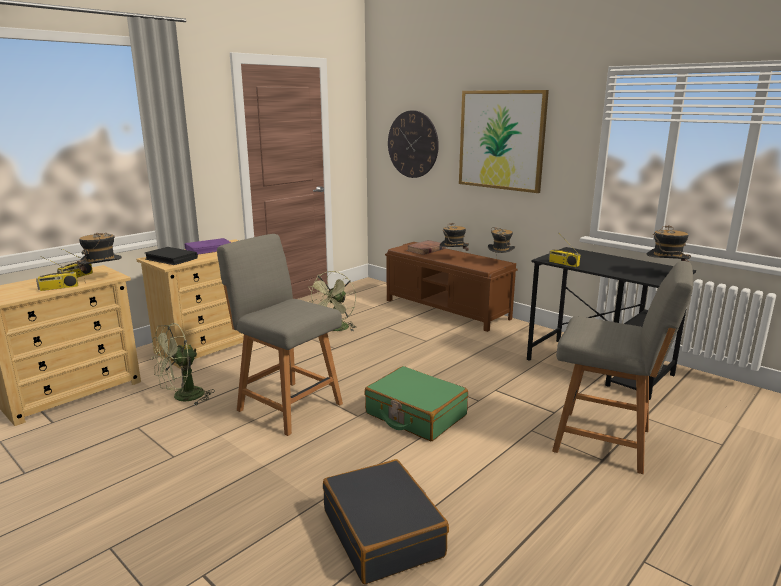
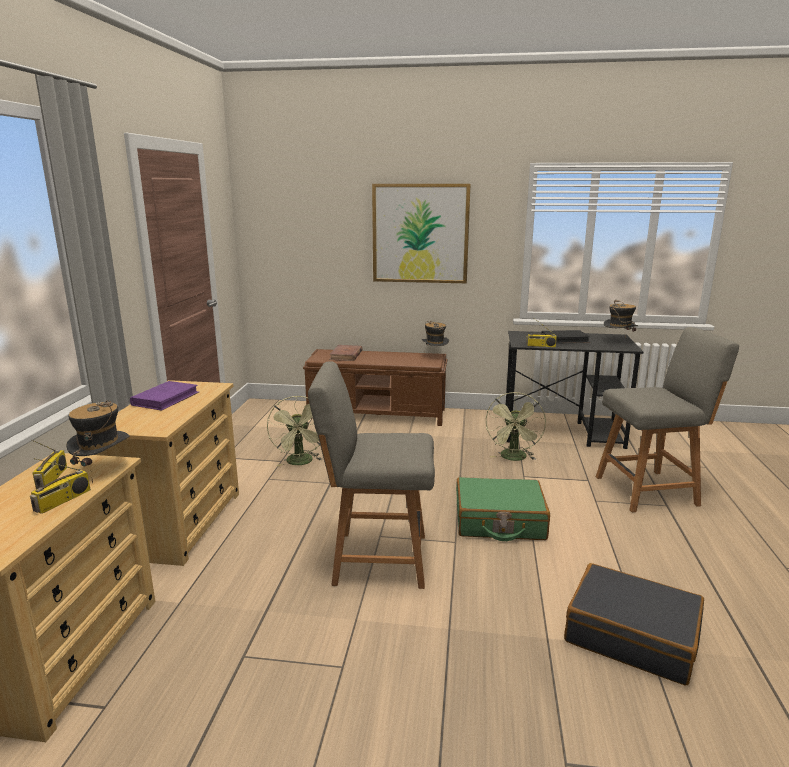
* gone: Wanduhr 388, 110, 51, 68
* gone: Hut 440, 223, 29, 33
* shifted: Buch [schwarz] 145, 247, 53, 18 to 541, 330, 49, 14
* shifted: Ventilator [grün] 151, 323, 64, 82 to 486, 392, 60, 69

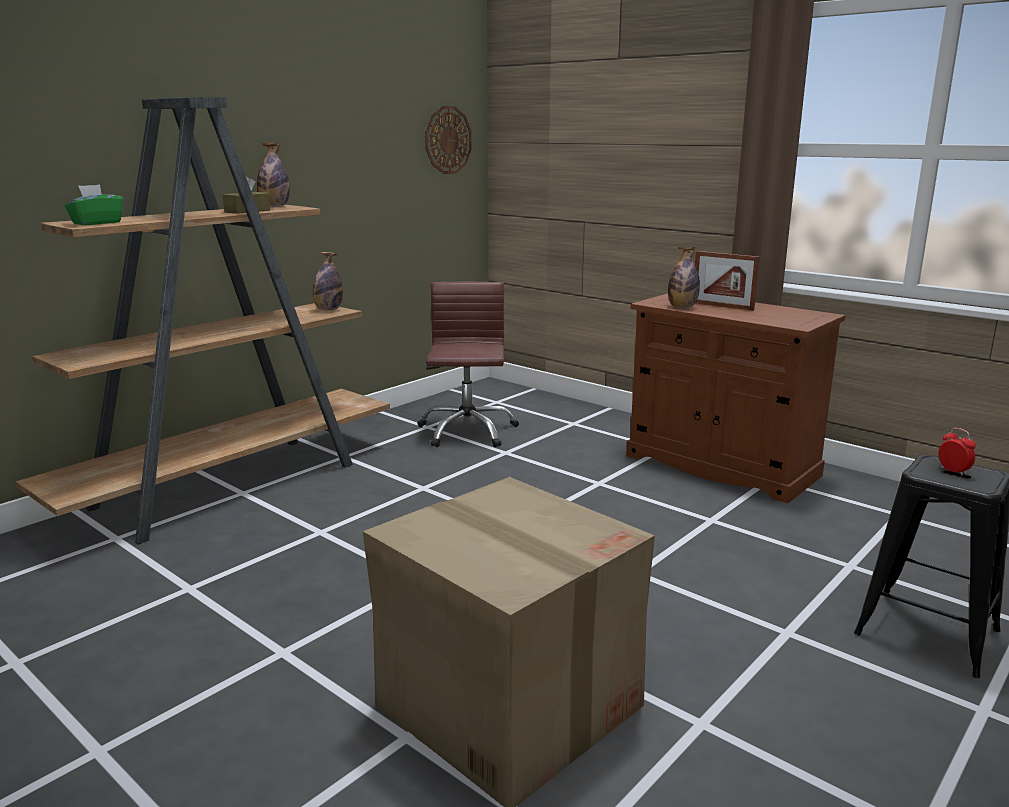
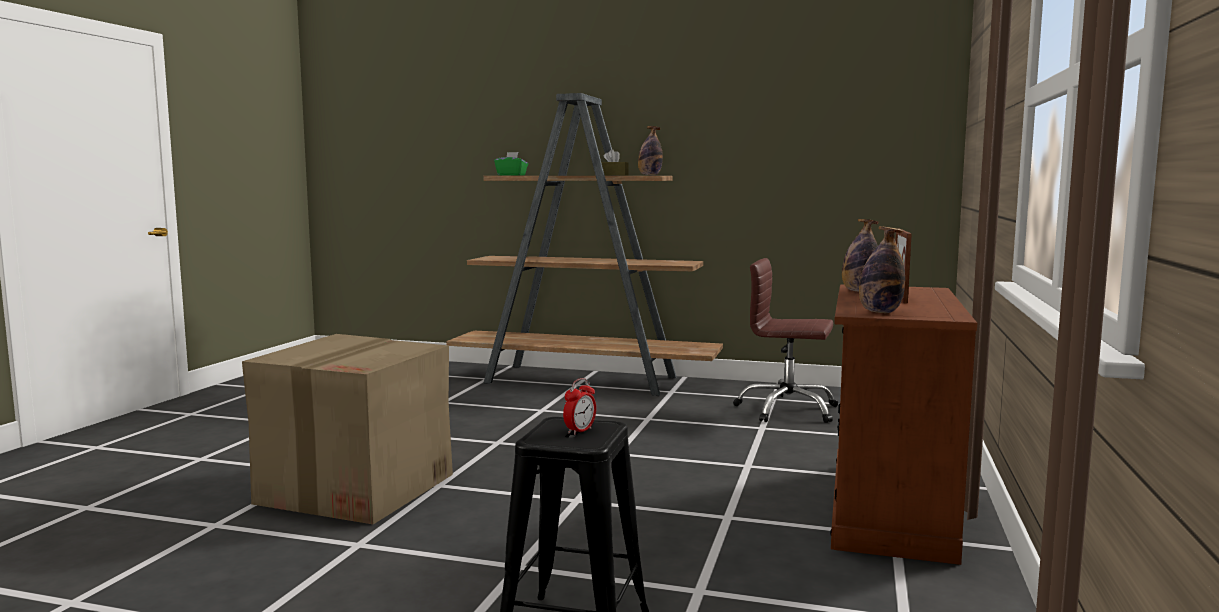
* gone: Wanduhr 425, 106, 47, 68
* shifted: Flasche 313, 252, 30, 58 to 859, 226, 46, 87
* rotated: Bürostuhl [braun] 417, 282, 102, 165 = 733, 258, 105, 165 135 degrees counterclockwise

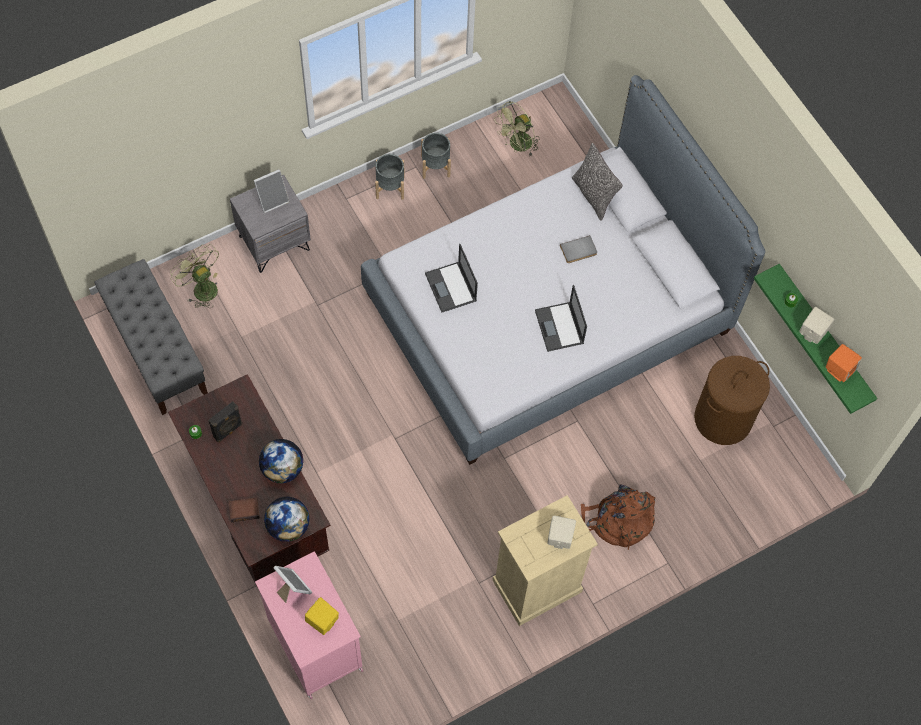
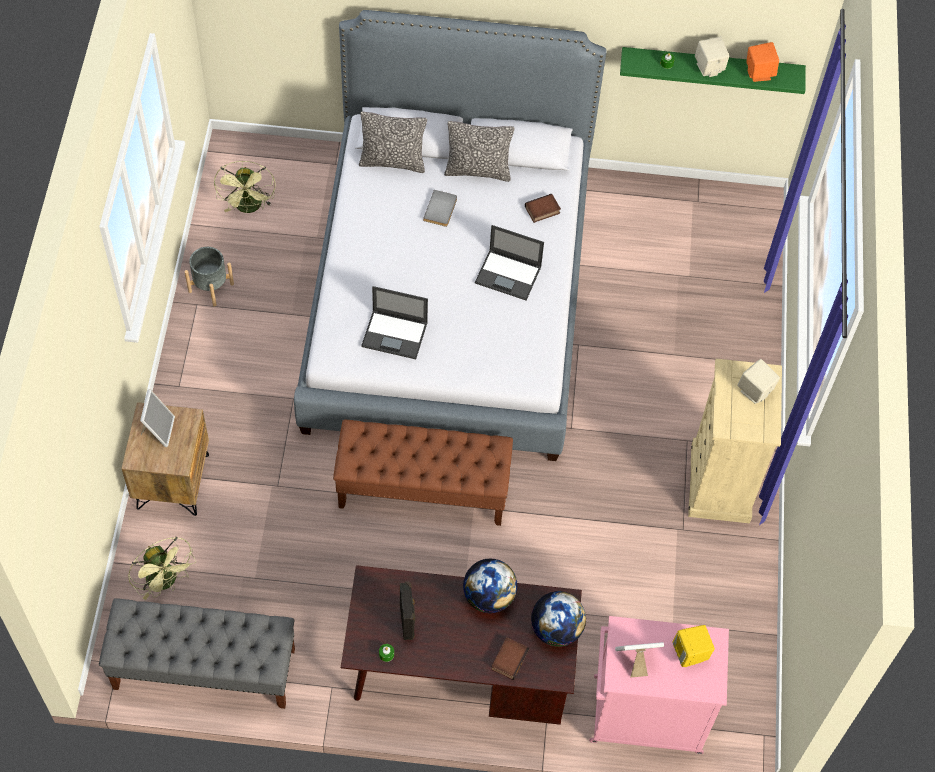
* gone: Pflanzkübel [grau] 375, 154, 30, 46
* repainted: Nachttisch [grau] 230, 175, 81, 98 to Nachttisch [braun] 121, 402, 88, 114
* rotated: Ventilator [grün] 171, 244, 48, 64 = 128, 537, 68, 63 120 degrees counterclockwise
* gone: Wäschekorb [braun] 694, 356, 76, 89
* gone: Rucksack [braun] 581, 485, 74, 65
* new: Kissen 444, 121, 71, 61
* new: Buch 525, 194, 36, 29
* new: Bank [braun] 333, 420, 180, 106

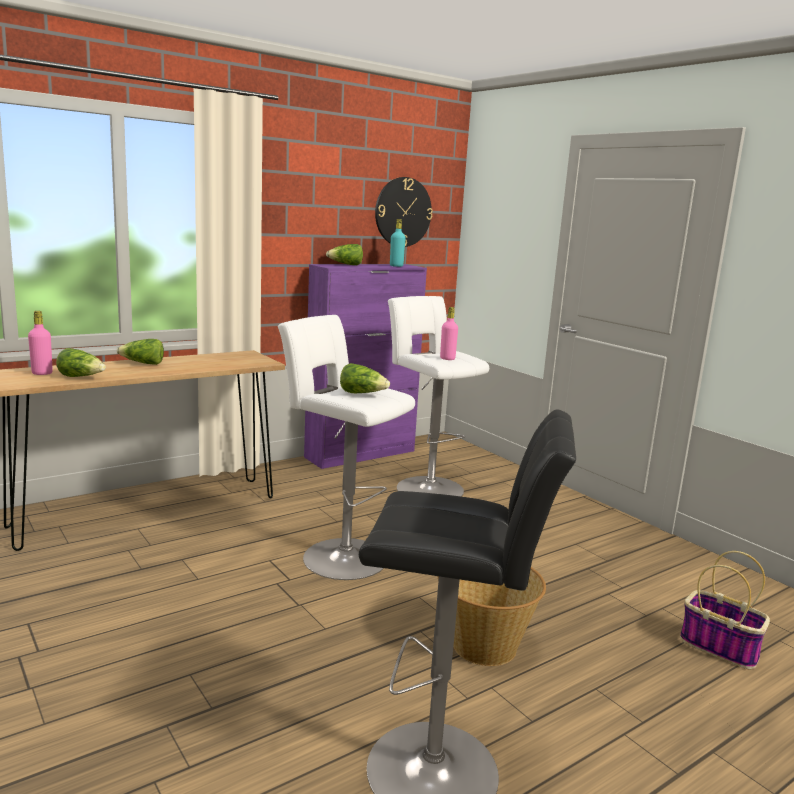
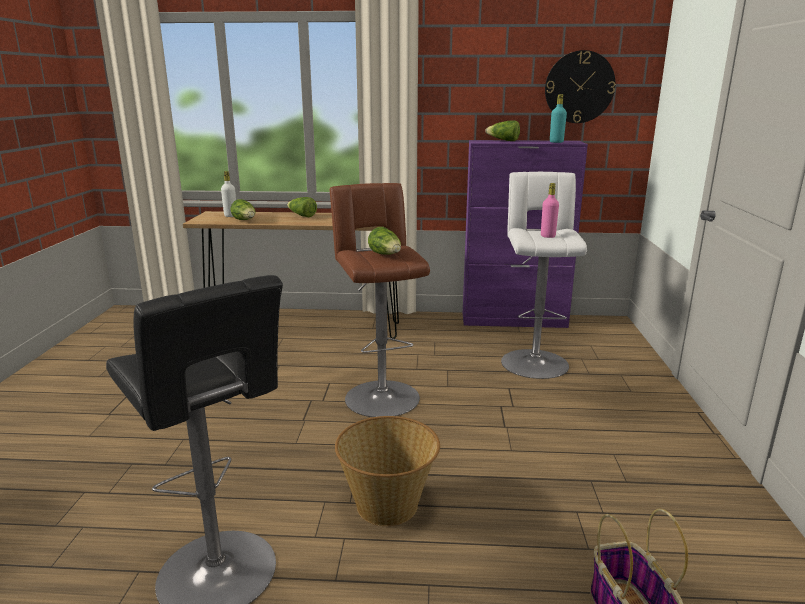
* repainted: Flasche [rosa] 28, 311, 25, 64 to Flasche [weiß] 221, 171, 15, 46
* repainted: Hocker [weiß] 278, 315, 137, 265 to Hocker [braun] 330, 183, 100, 234

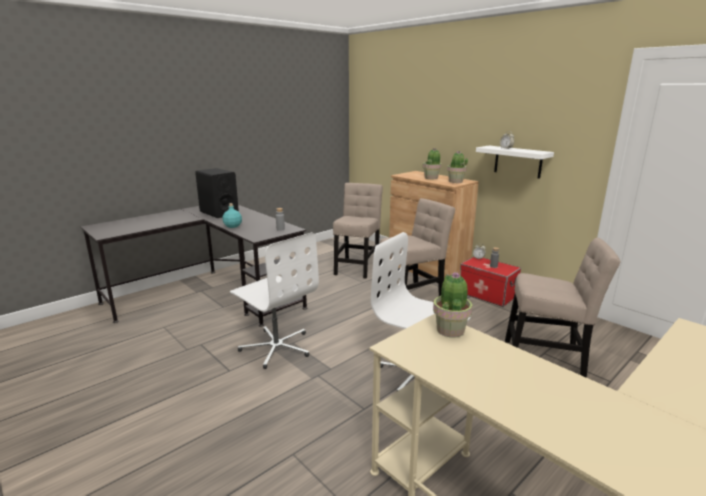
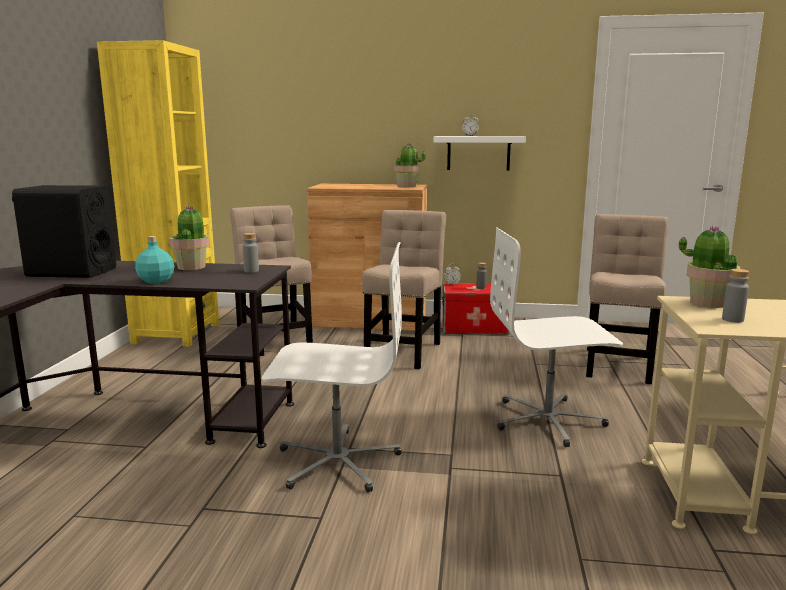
* shifted: Topfpflanze 423, 148, 18, 31 to 169, 206, 40, 64
* rotated: Stuhl [beige] 505, 237, 115, 141 = 586, 214, 83, 170 45 degrees counterclockwise
* new: Bücherregal [gelb] 97, 40, 122, 307
* new: Flasche [grau] 722, 269, 27, 54

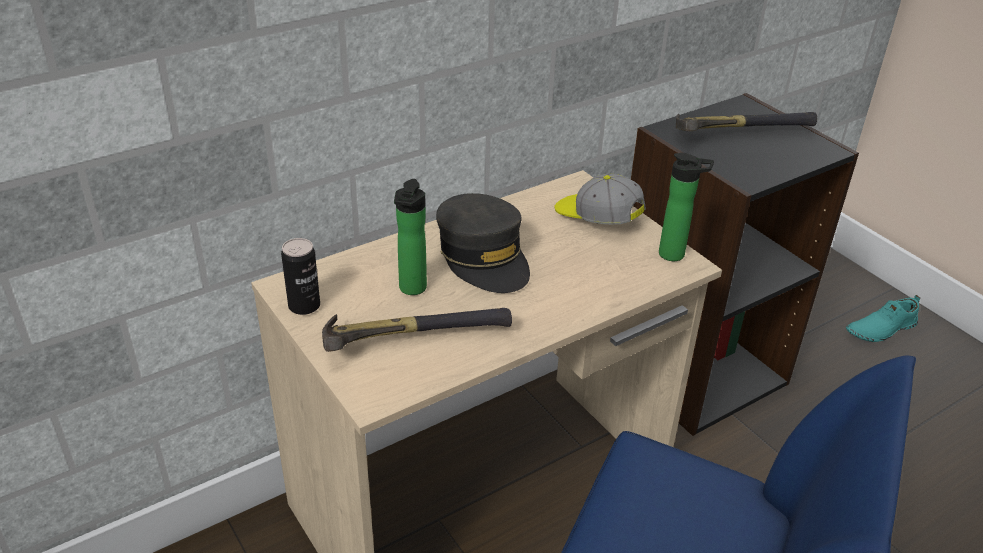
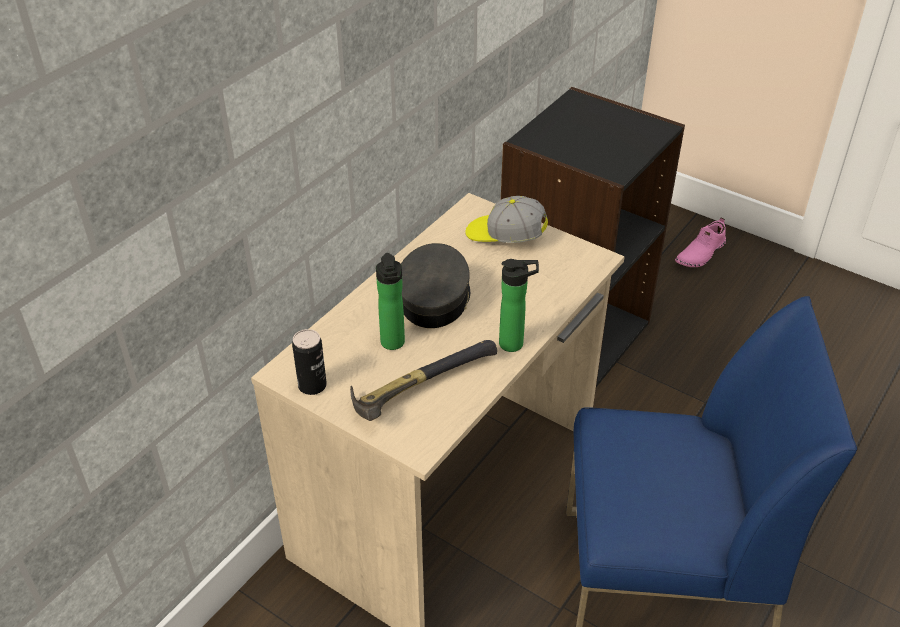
* gone: Hammer 676, 112, 141, 19
* shifted: Flasche 659, 153, 55, 108 to 499, 259, 40, 93
* rotated: Kappe [grau] 436, 193, 94, 100 = 401, 243, 69, 85 120 degrees counterclockwise
* repainted: Schuh [türkis] 846, 295, 74, 47 to Schuh [rosa] 675, 218, 51, 49

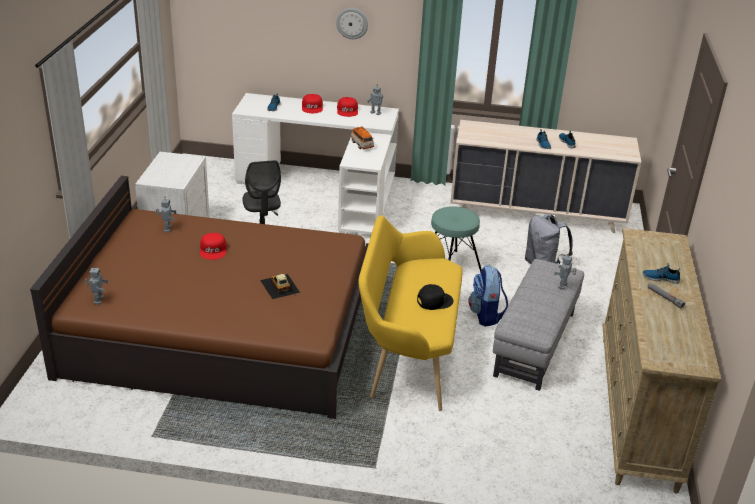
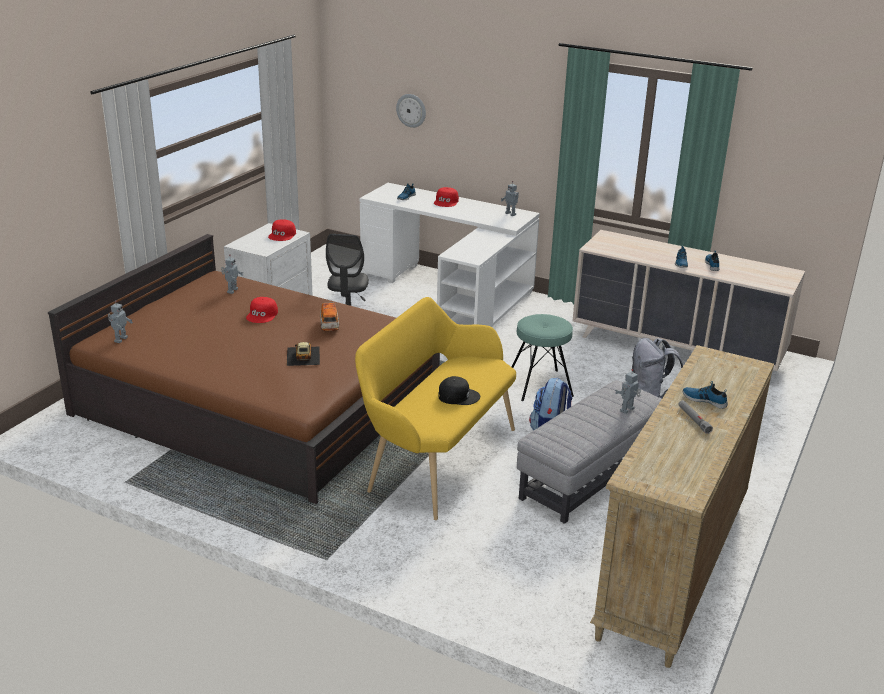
* shifted: Wanduhr 336, 8, 32, 31 to 396, 94, 30, 34
* shifted: Kappe [rot] 337, 97, 21, 20 to 268, 219, 28, 22
* shifted: Spielzeugauto 351, 126, 23, 23 to 320, 303, 19, 28

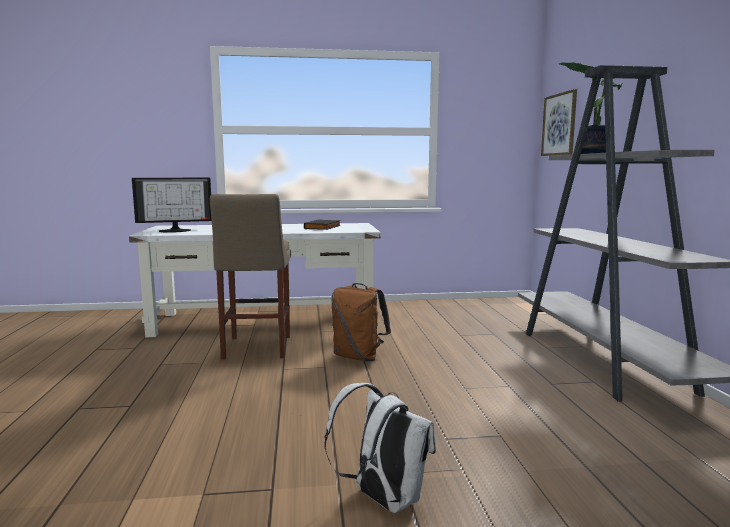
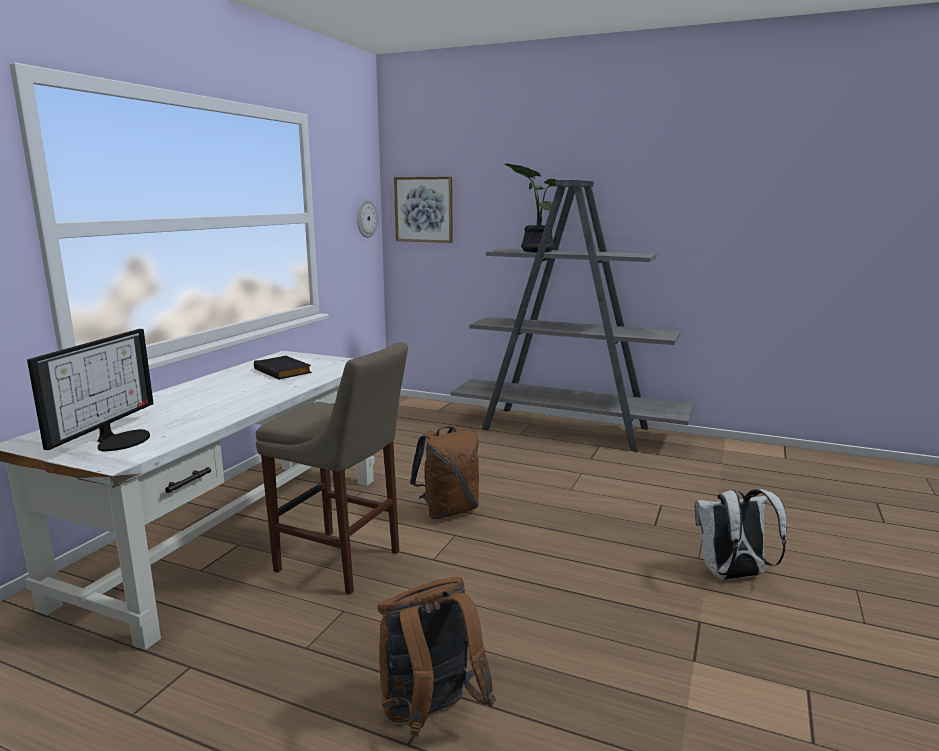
* new: Wanduhr 357, 199, 21, 39
* new: Rucksack [braun] 377, 577, 119, 159

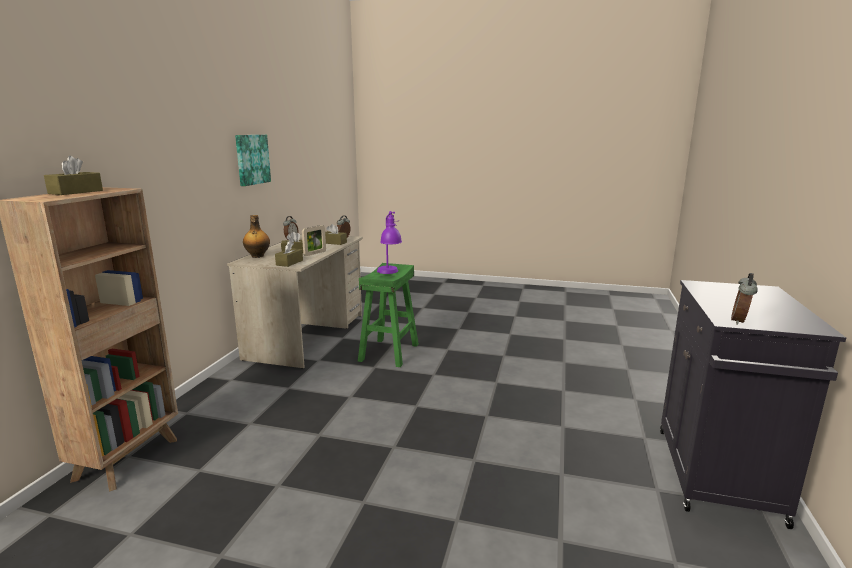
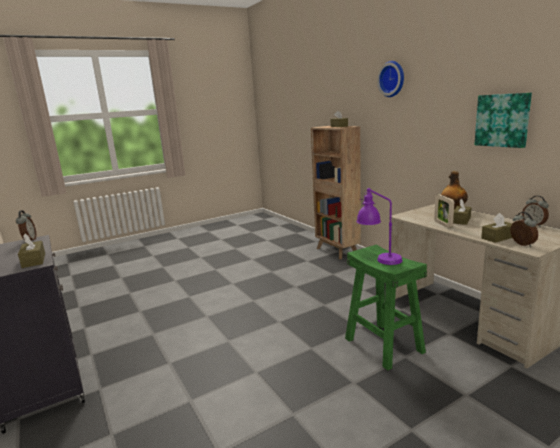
* shifted: Taschentuchbox [braun] 275, 241, 28, 26 to 18, 234, 27, 34
* new: Wanduhr 377, 61, 27, 36

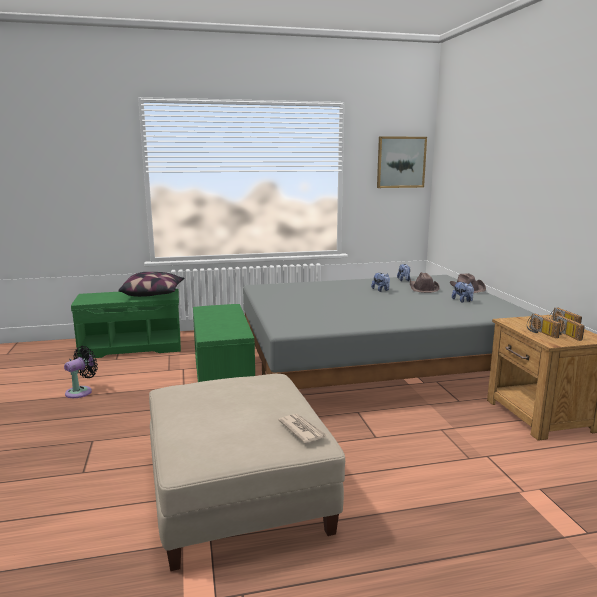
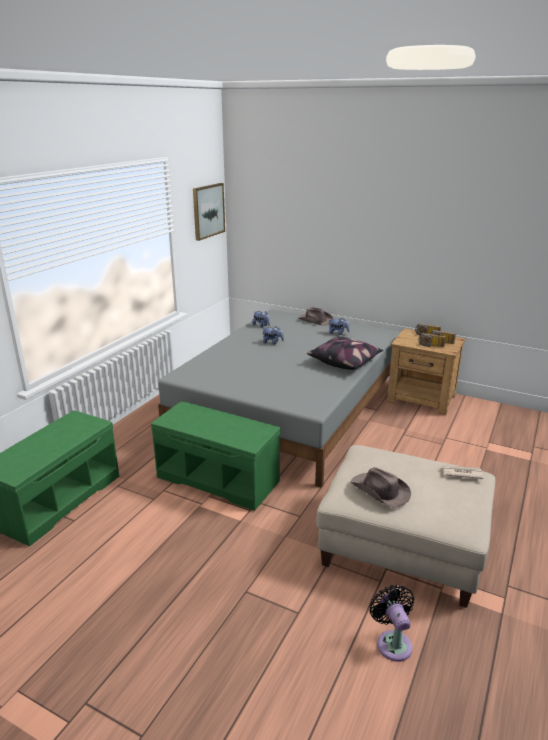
* shifted: Kissen 118, 272, 67, 25 to 307, 337, 77, 33
* shifted: Hut [braun] 410, 272, 30, 21 to 350, 467, 61, 41
* shifted: Ventilator [schwarz] 64, 346, 34, 52 to 369, 585, 45, 77

